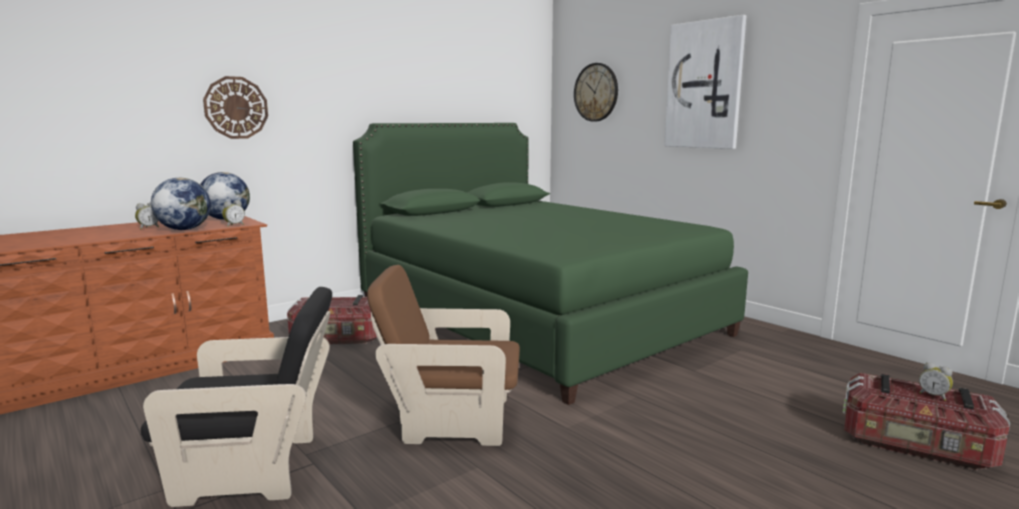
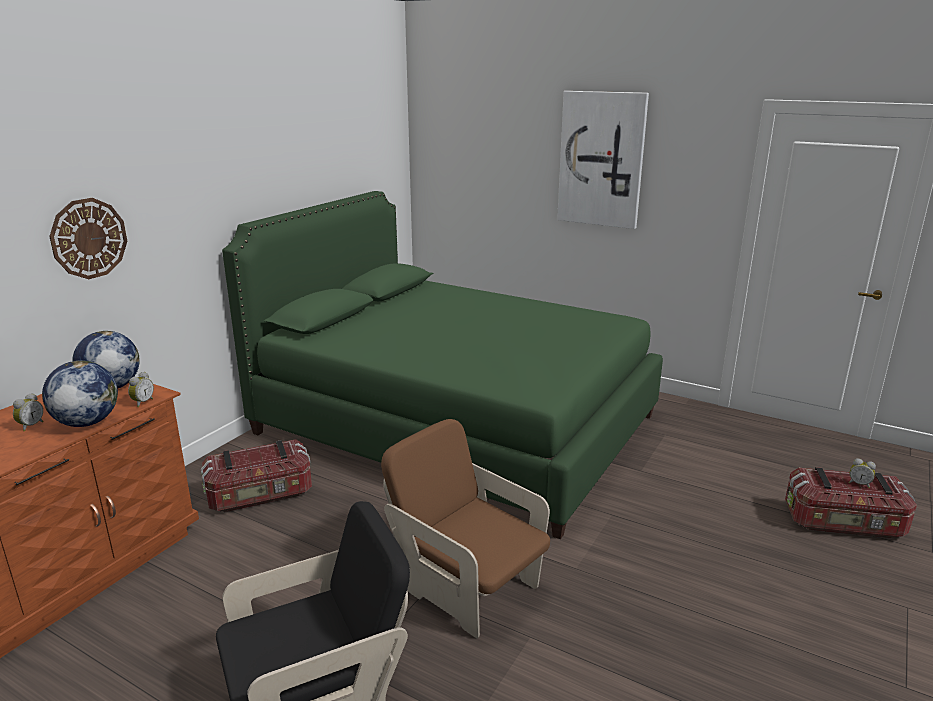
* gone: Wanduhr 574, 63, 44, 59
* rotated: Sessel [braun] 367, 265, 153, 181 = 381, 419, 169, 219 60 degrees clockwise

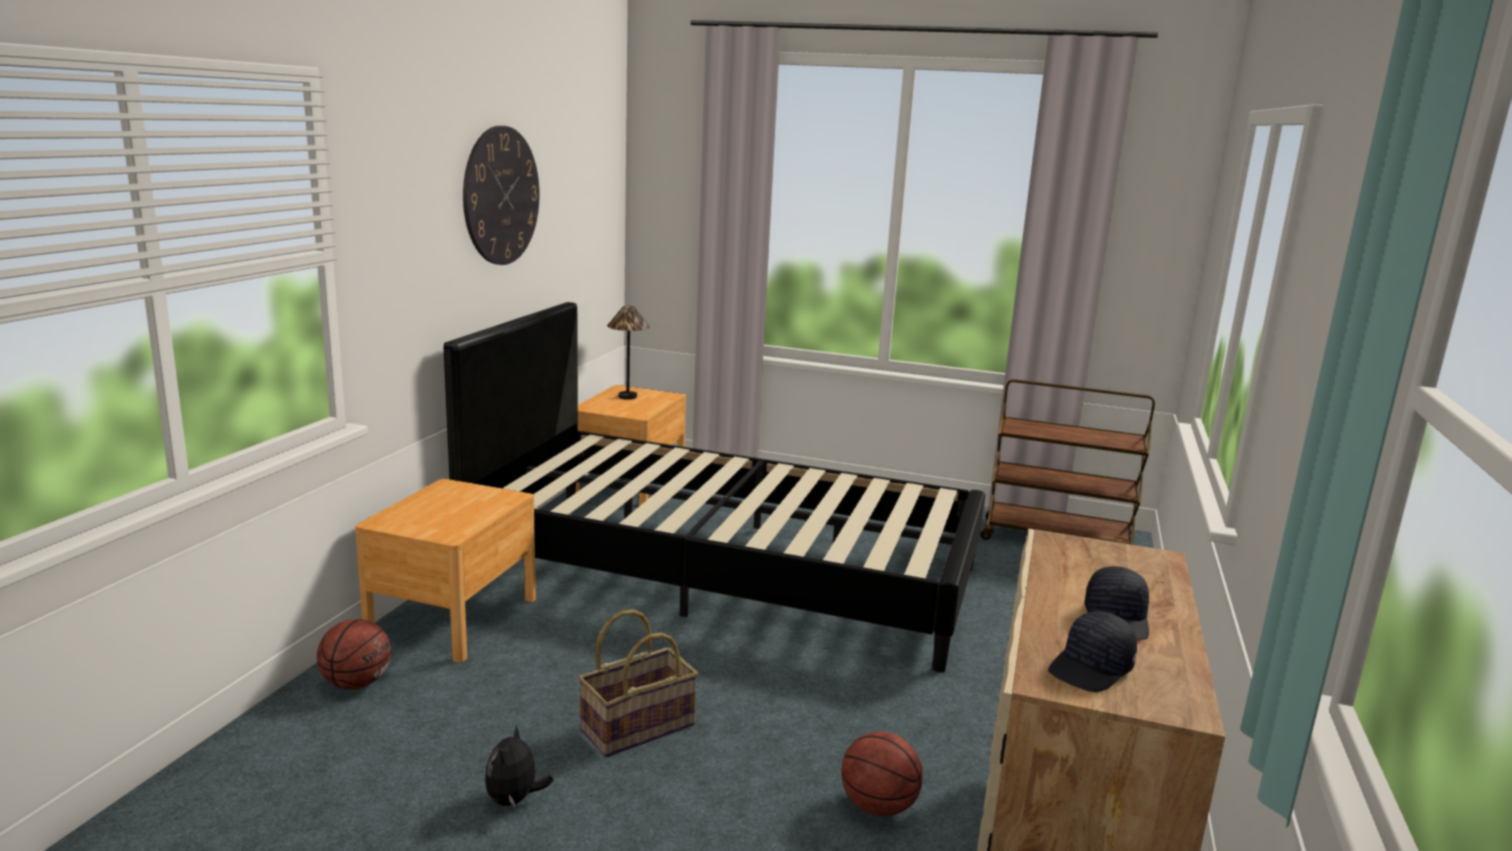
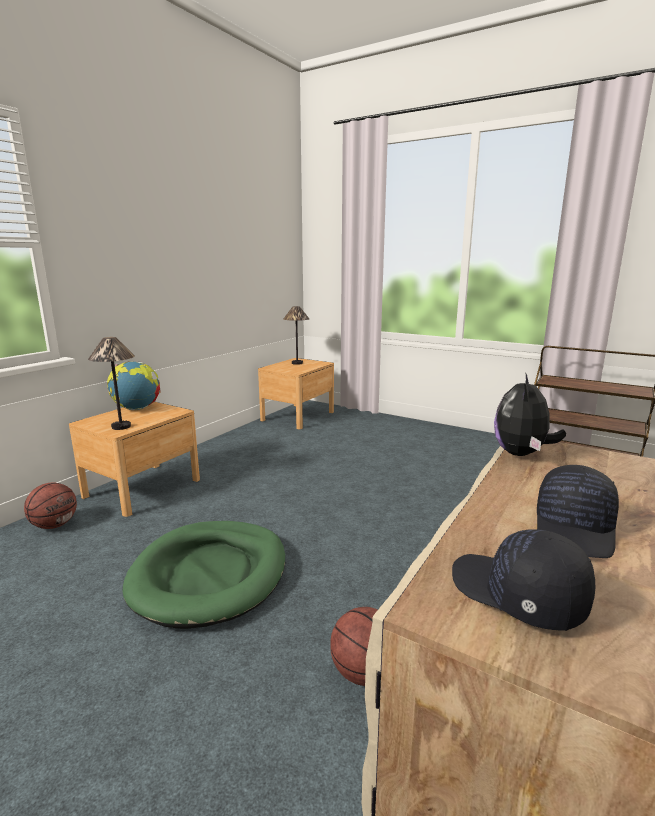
* gone: Wanduhr 463, 126, 76, 139
* gone: Bett [schwarz] 444, 302, 541, 371
* swapped: Korb 578, 609, 121, 148 to Hundebett [grün] 122, 521, 163, 108
* rotated: Kappe [schwarz] 1048, 612, 89, 80 = 452, 529, 144, 102 75 degrees clockwise
* shifted: Plüschtier 485, 725, 69, 82 to 494, 374, 72, 82
* new: Tischlampe 88, 337, 47, 93
* new: Globus 107, 361, 53, 49

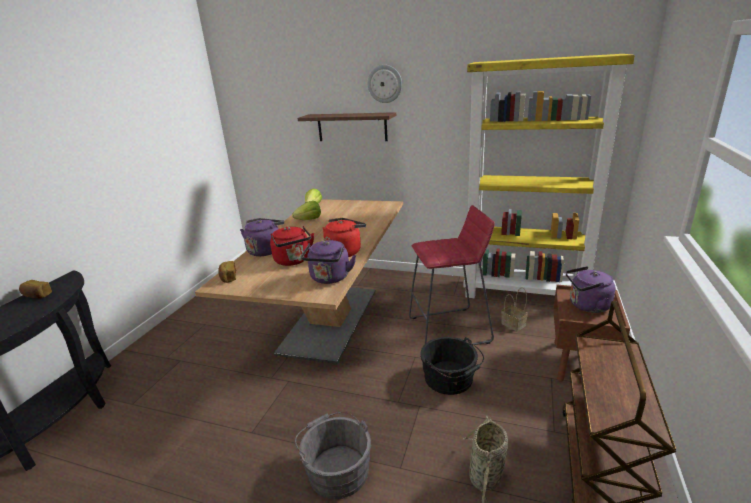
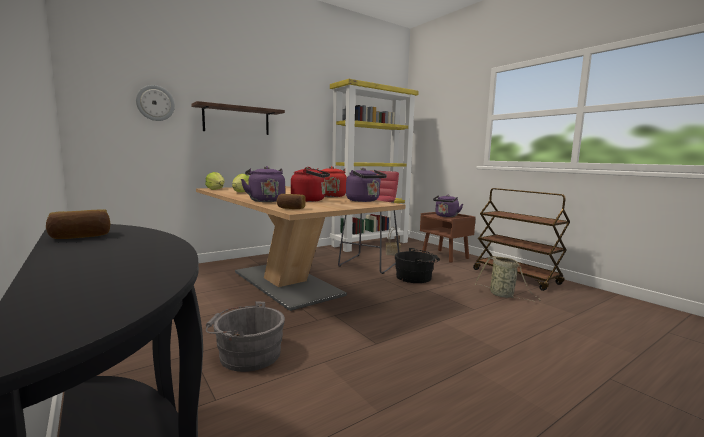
* shifted: Wanduhr 368, 65, 34, 38 to 136, 85, 39, 36
* shifted: Eimer [grau] 295, 412, 76, 87 to 206, 301, 79, 71

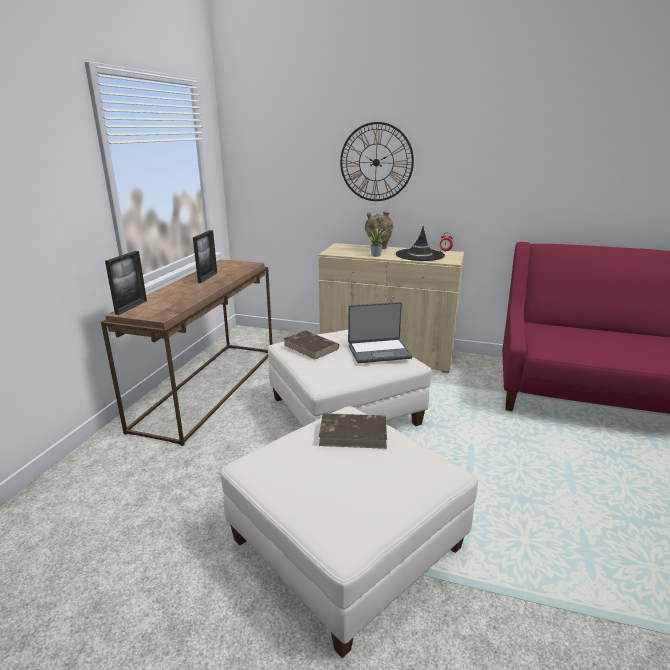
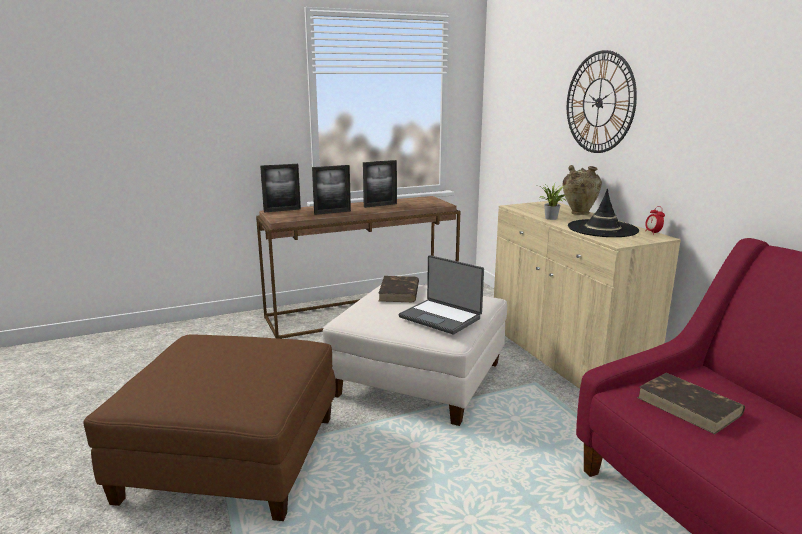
* repainted: Polsterhocker [weiß] 220, 406, 258, 252 to Polsterhocker [braun] 83, 335, 253, 186
* shifted: Buch [braun] 319, 413, 68, 36 to 637, 373, 108, 61
* new: Bilderrahmen 312, 165, 39, 50

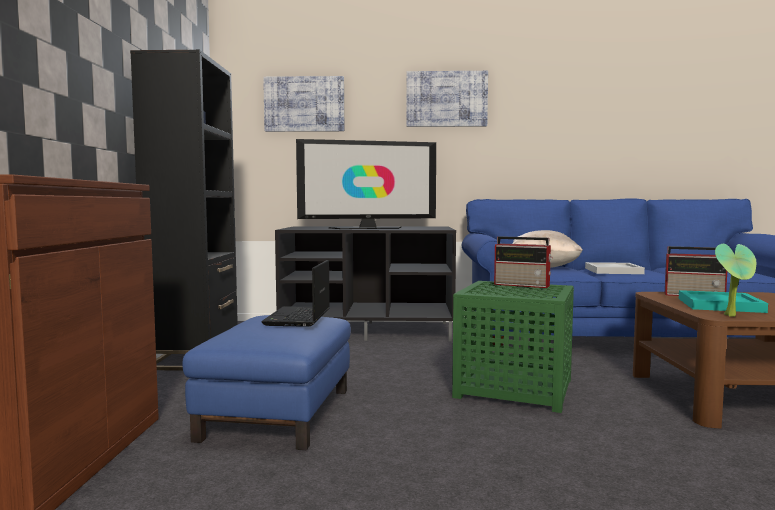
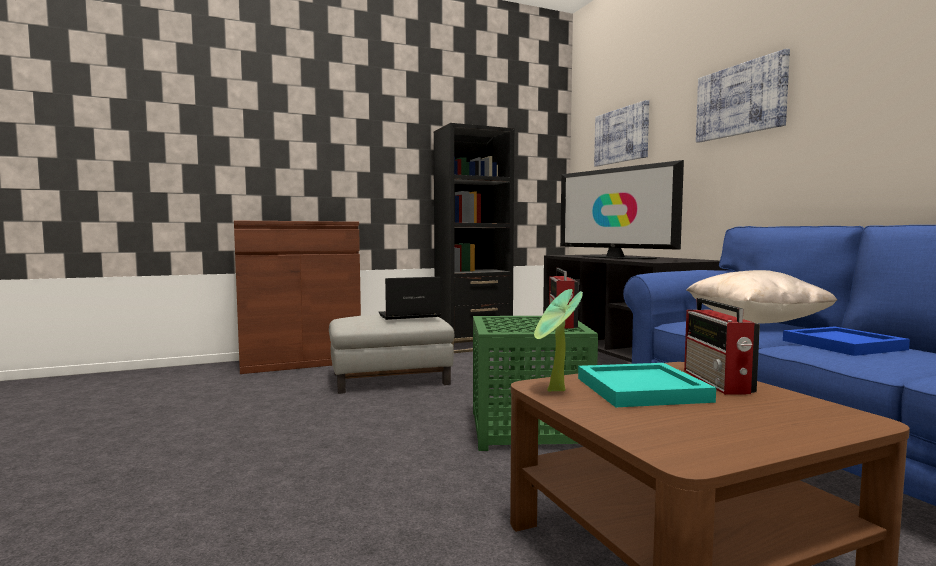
* repainted: Tablett [weiß] 585, 262, 60, 12 to Tablett [blau] 783, 326, 127, 30
* repainted: Polsterhocker [blau] 182, 315, 169, 135 to Polsterhocker [grau] 329, 315, 125, 79

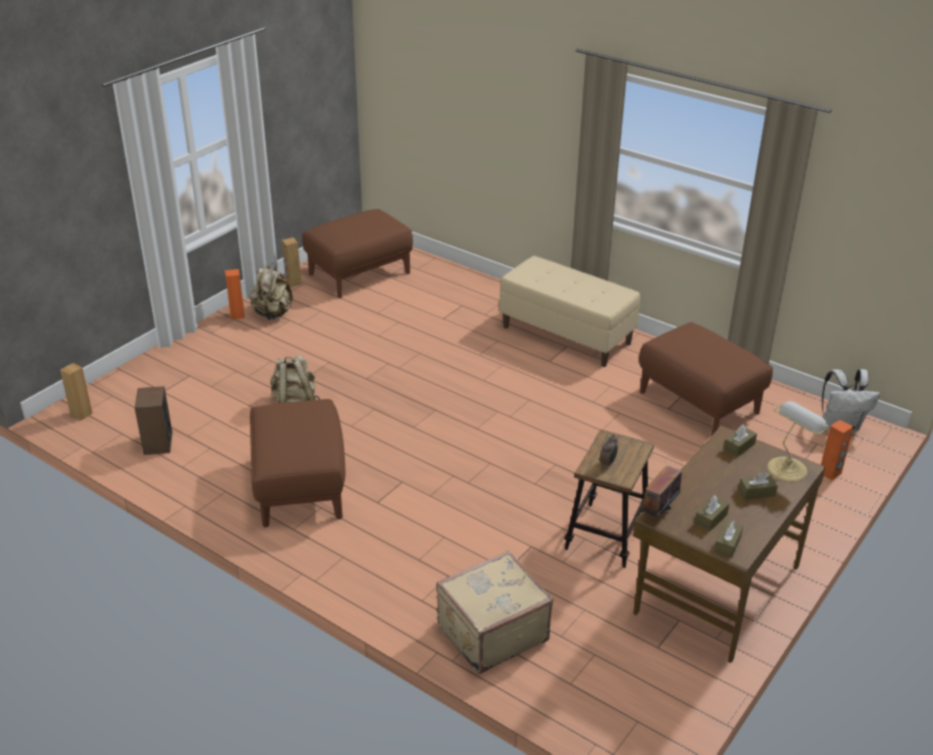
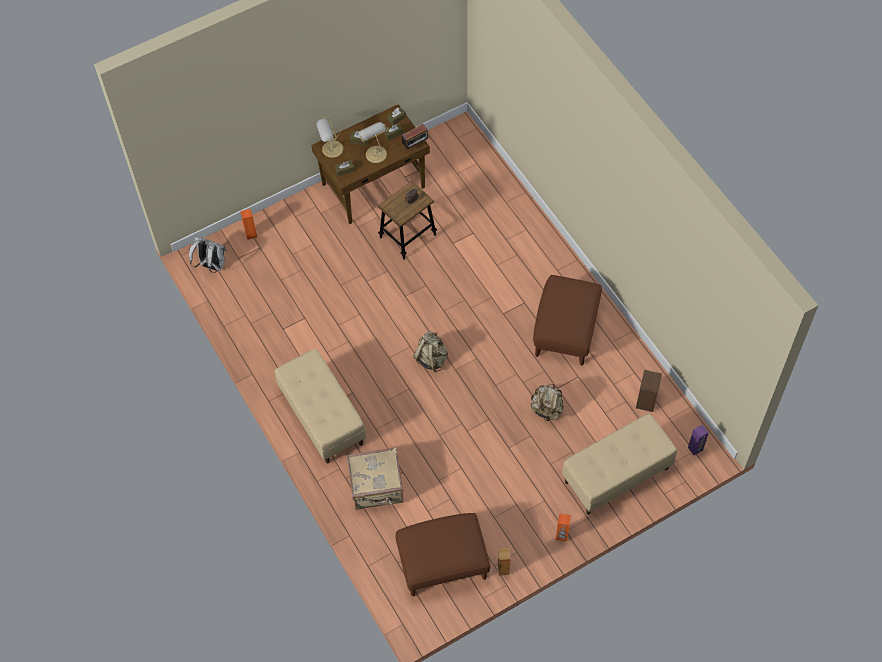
* shifted: Rucksack [beige] 249, 263, 44, 57 to 413, 331, 35, 41
* gone: Polsterhocker [braun] 639, 322, 134, 114
* repainted: Lautsprecher [braun] 60, 363, 33, 58 to Lautsprecher [lila] 688, 425, 21, 30
* shifted: Koffer [beige] 436, 551, 117, 123 to 347, 447, 57, 63
* new: Tischlampe 359, 122, 30, 41
* new: Bank [beige] 562, 414, 115, 101

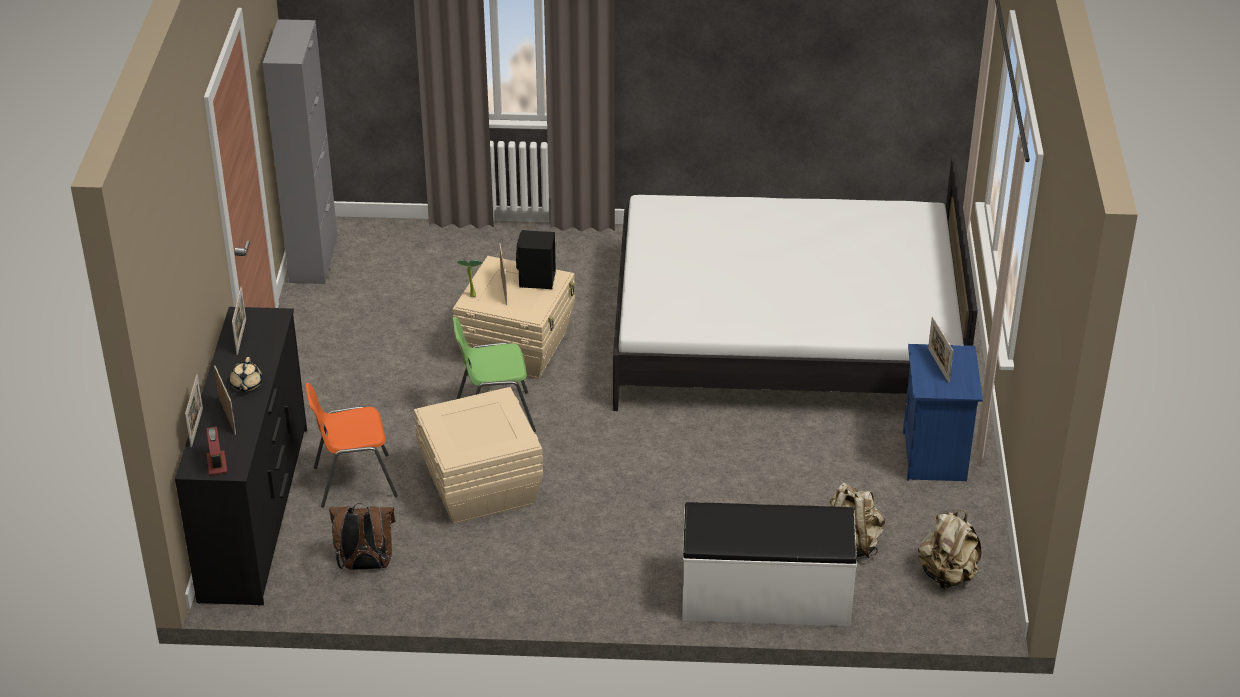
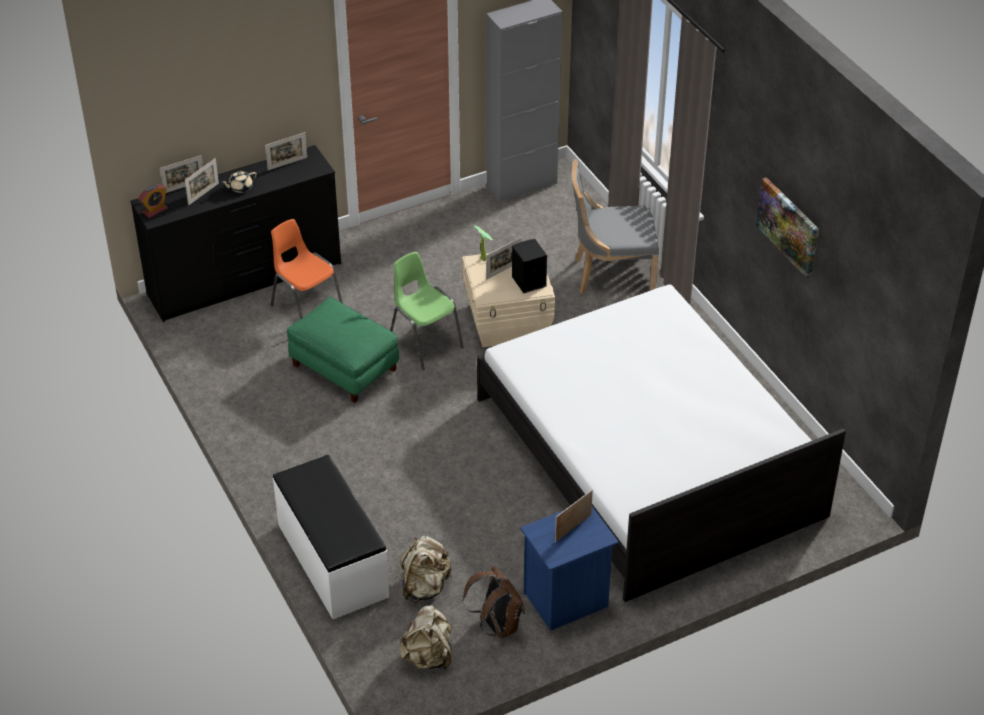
* swapped: Aufbewahrungsbox [beige] 414, 387, 129, 137 to Polsterhocker [grün] 287, 297, 112, 106
* shifted: Rucksack [braun] 329, 503, 67, 67 to 462, 566, 63, 73
* new: Stuhl [grau] 572, 159, 87, 134
* new: Bild 756, 177, 63, 101

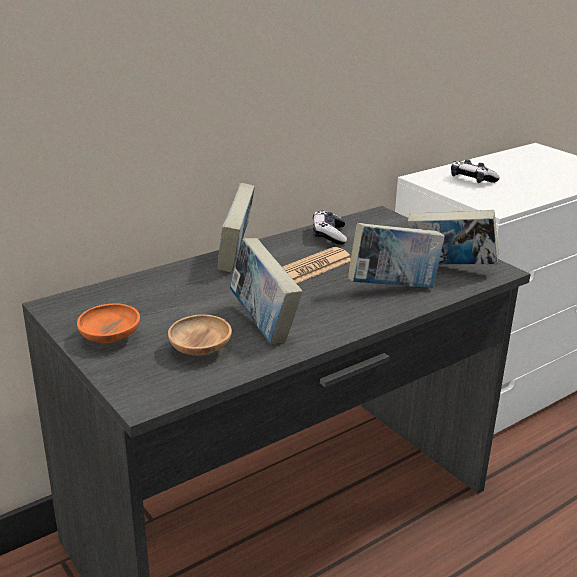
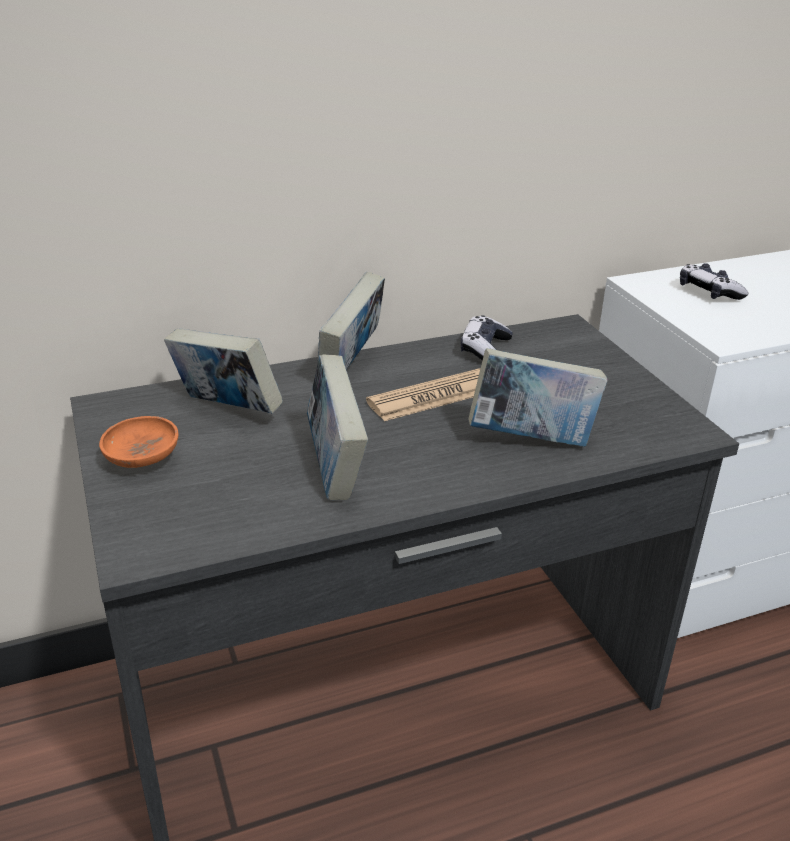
* shifted: Buch 408, 210, 91, 54 to 164, 328, 119, 85
* gone: Schüssel [braun] 168, 314, 64, 42

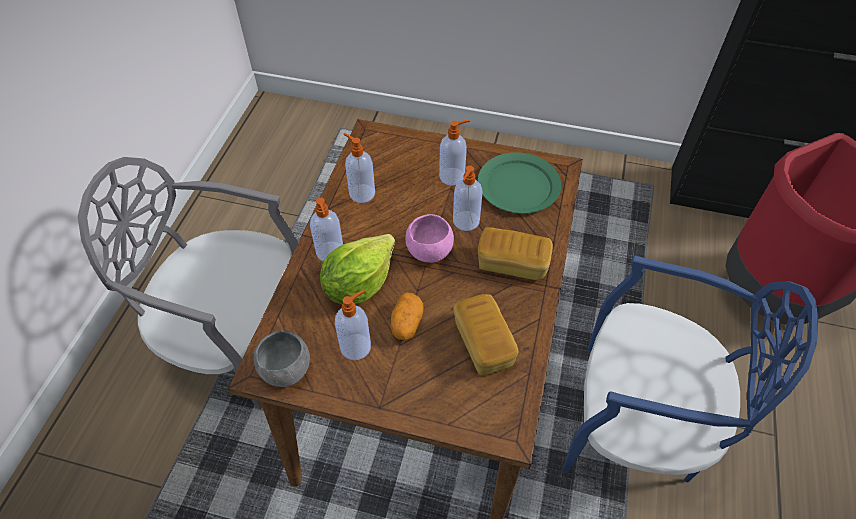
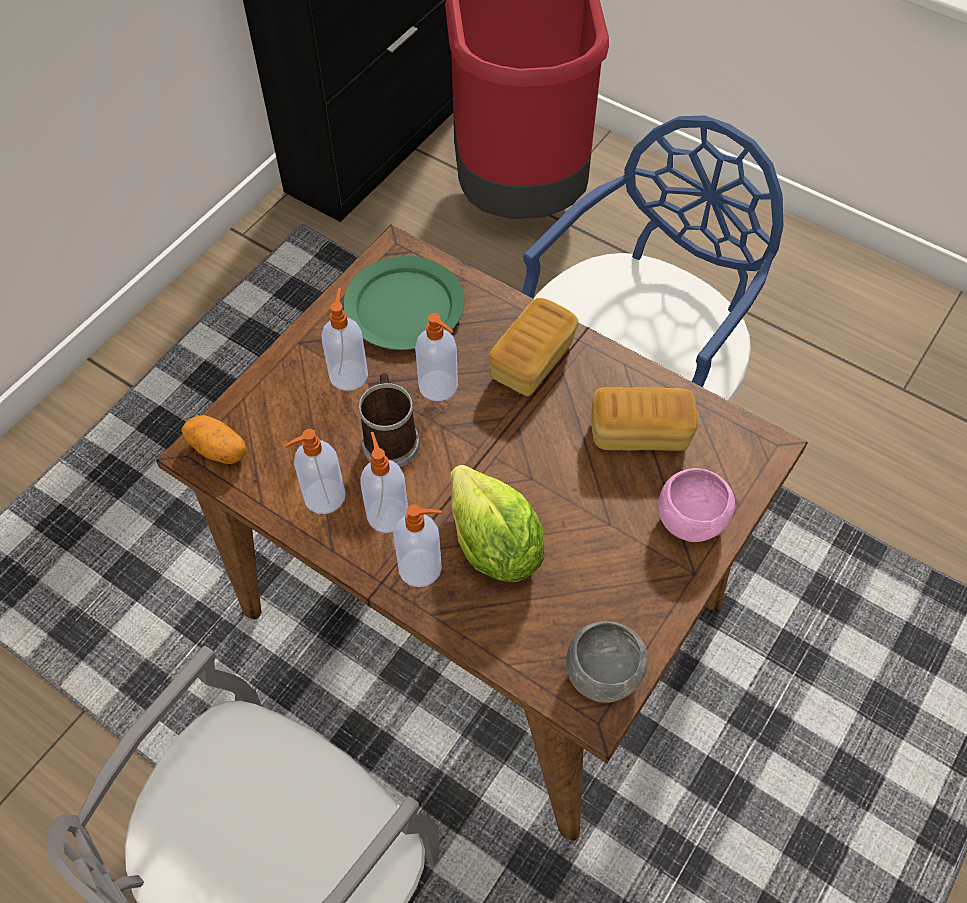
* shifted: Schüssel [rosa] 405, 214, 49, 49 to 658, 468, 77, 74
* shifted: Seifenspender 335, 290, 36, 70 to 360, 432, 48, 101
* shifted: Kartoffel 391, 292, 32, 48 to 181, 415, 66, 49
* new: Henkelbecher 358, 373, 61, 94

